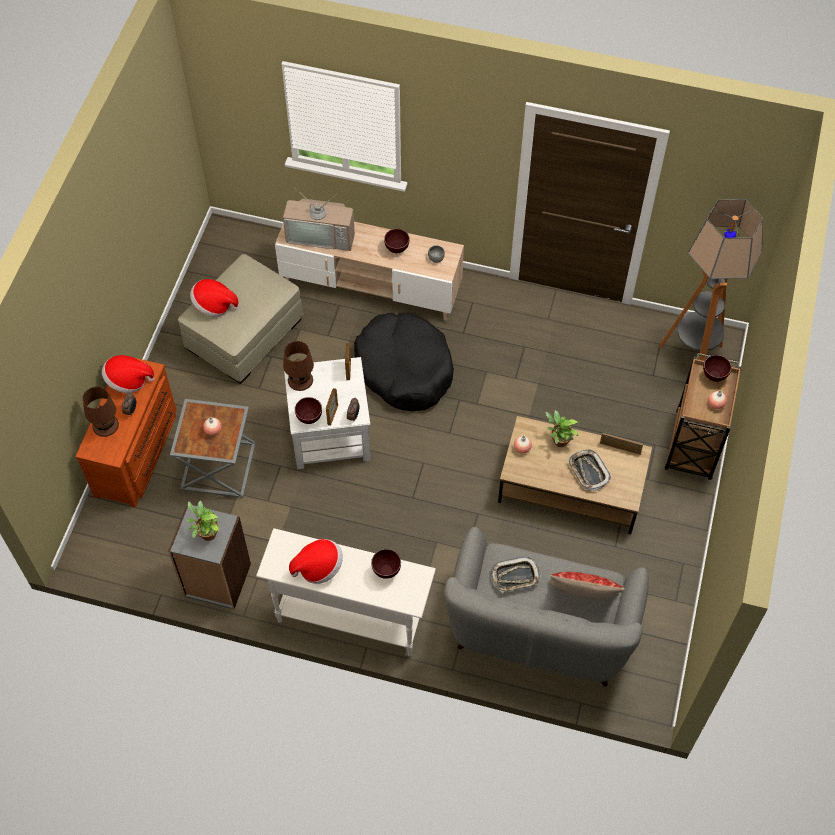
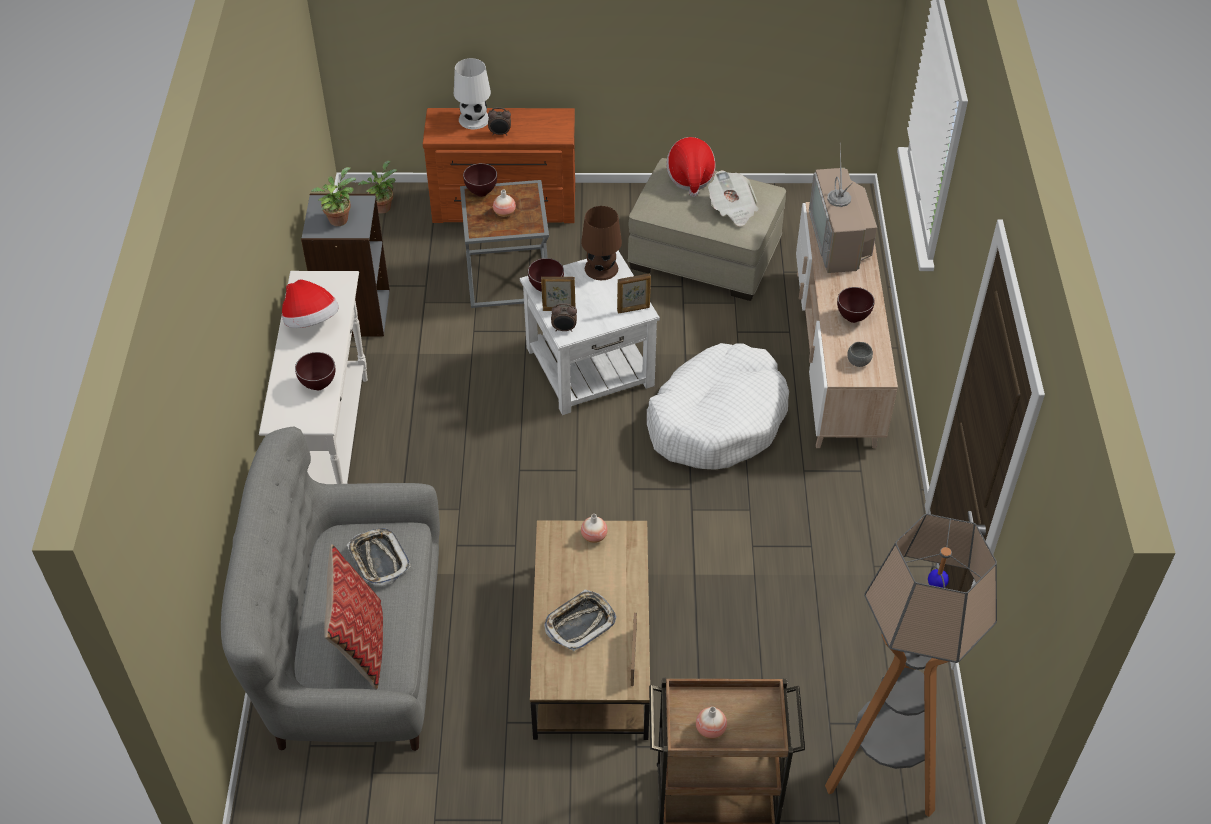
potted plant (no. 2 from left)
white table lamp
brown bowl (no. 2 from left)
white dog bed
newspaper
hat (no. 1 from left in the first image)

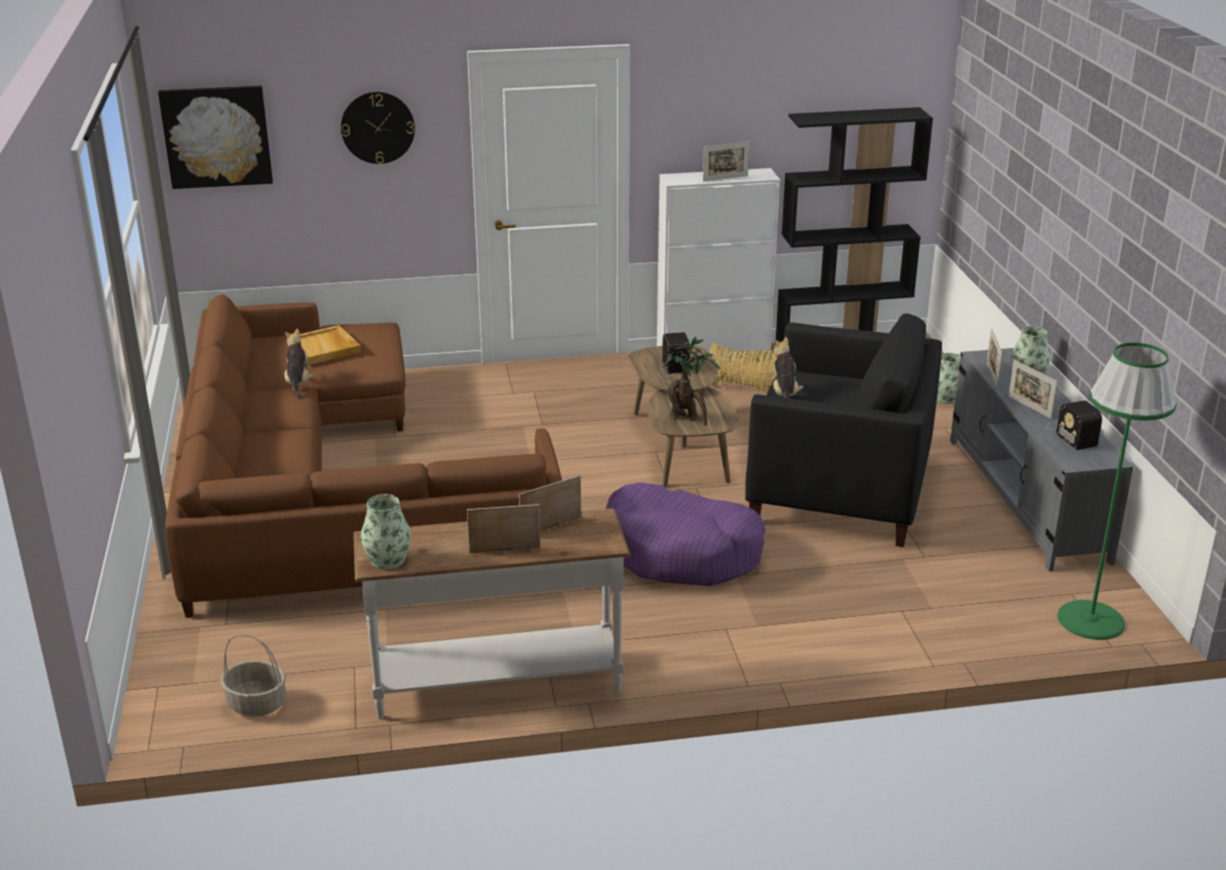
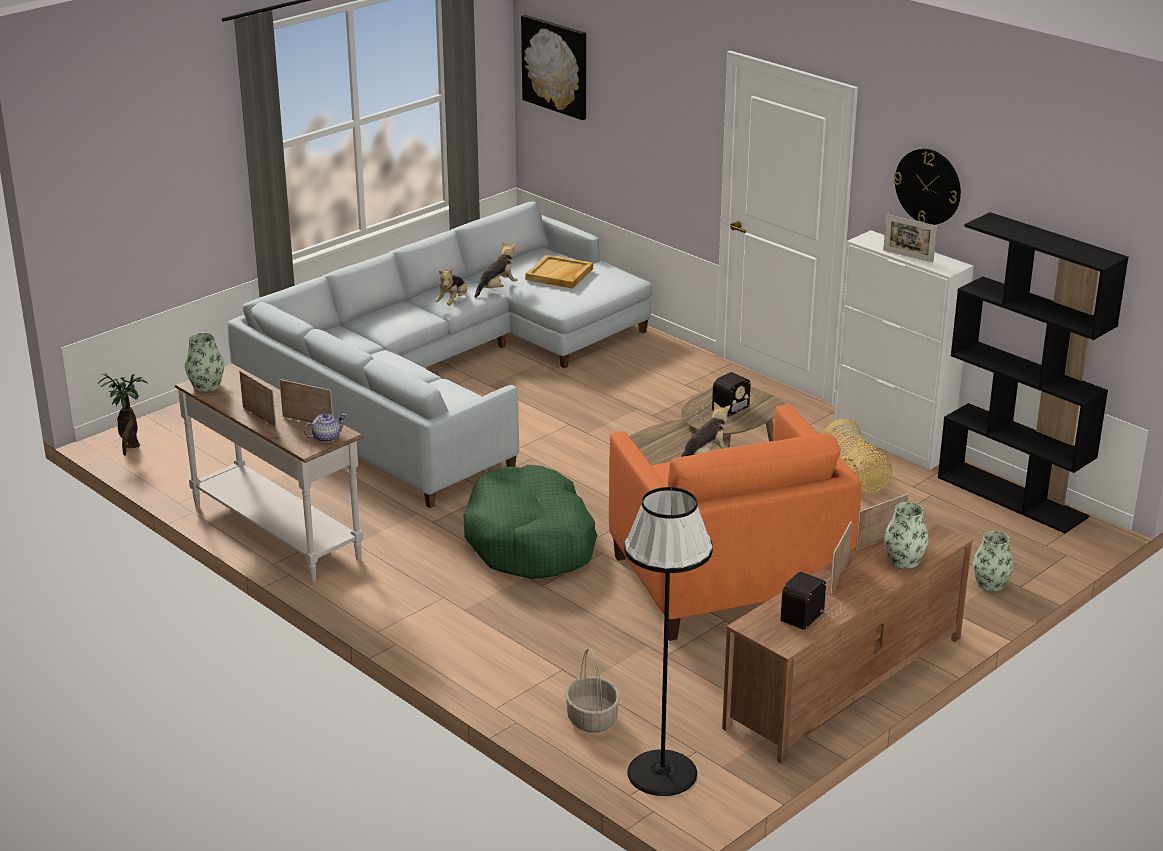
potted plant
grey sofa
teapot
plush toy (no. 1 from left)
green dog bed
basket (no. 1 from left)
orange armchair
black floor lamp
brown tv stand
wall clock

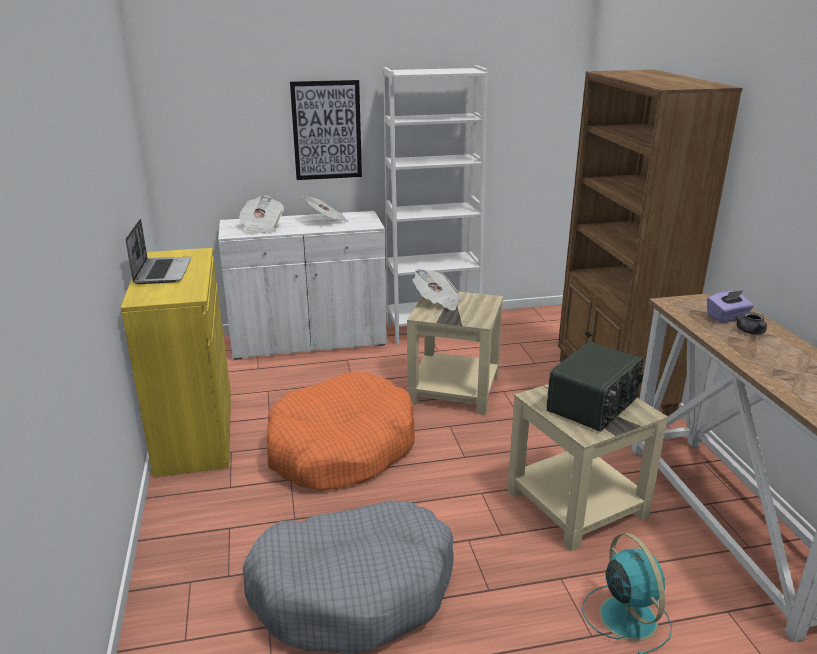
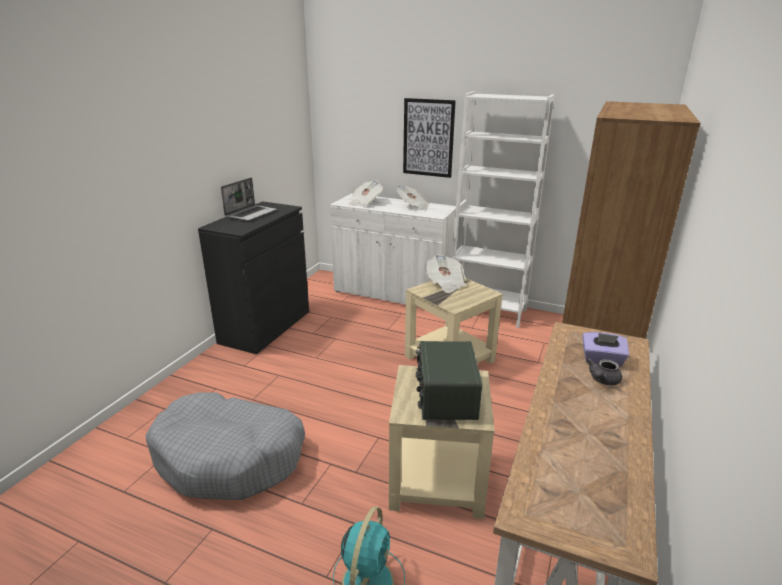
black cabinet
radio
orange dog bed

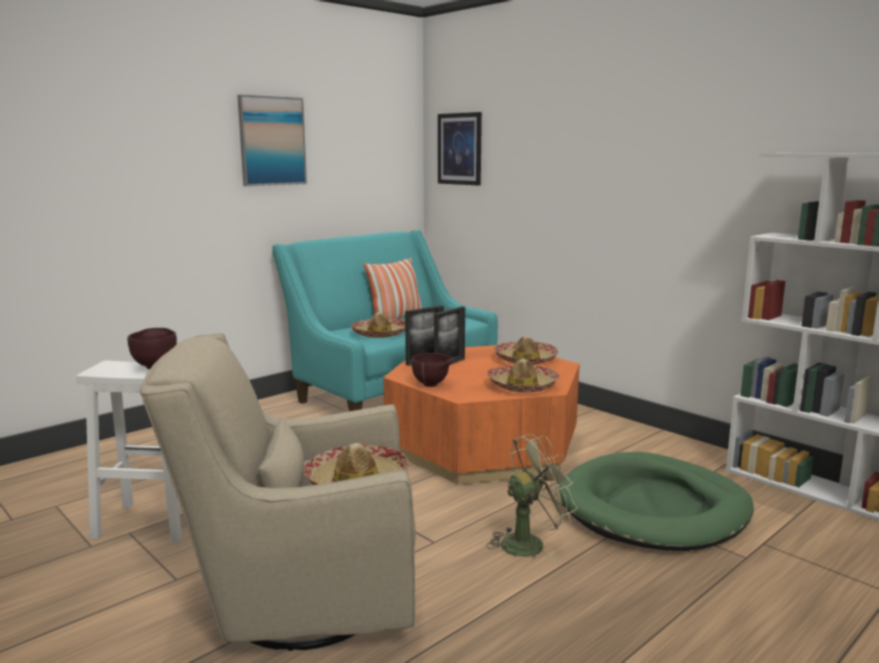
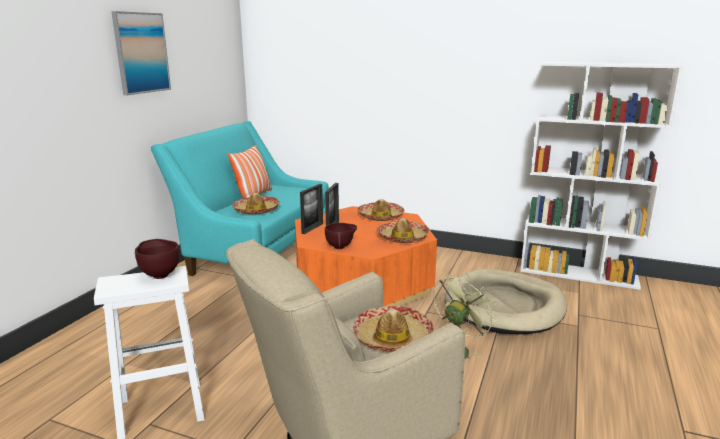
beige dog bed
picture (no. 2 from left in the first image)

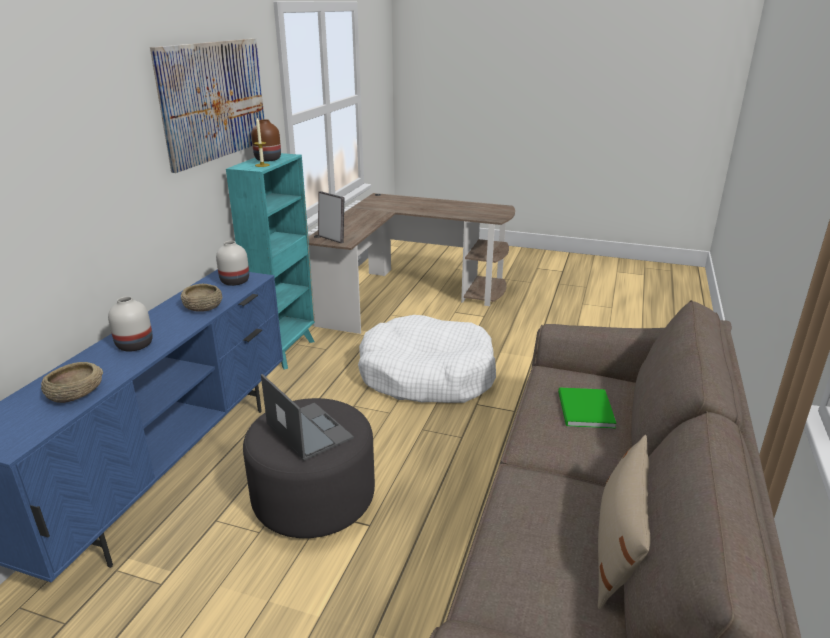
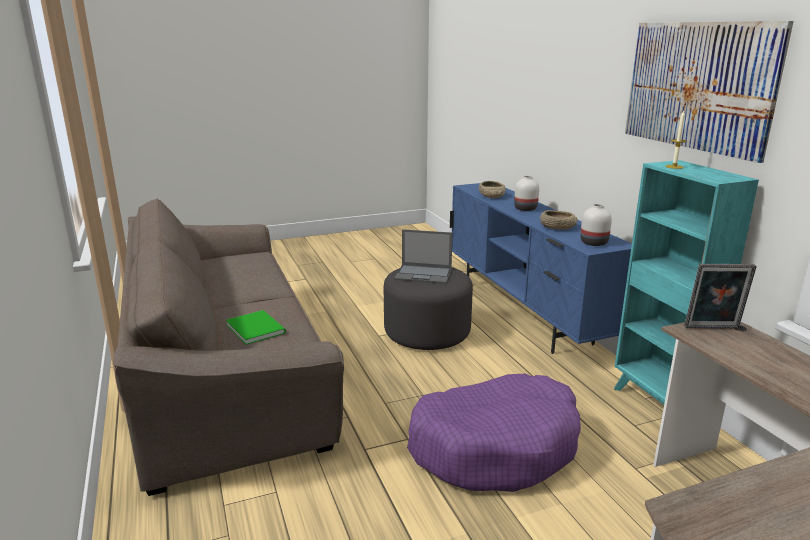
purple dog bed
brown vase
beige pillow

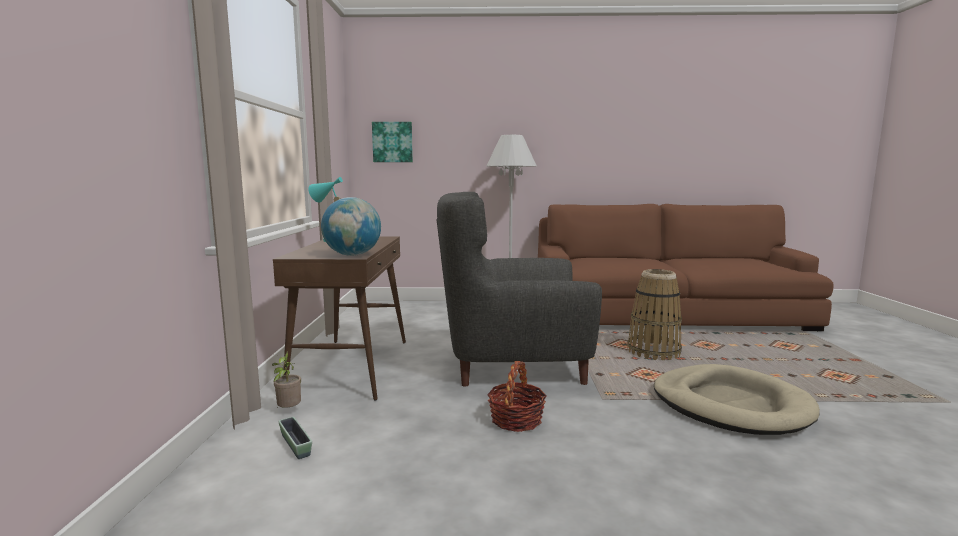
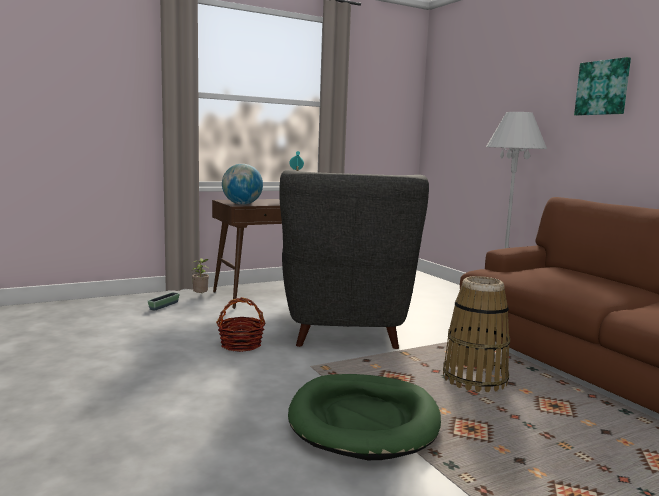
grey armchair
green dog bed
picture

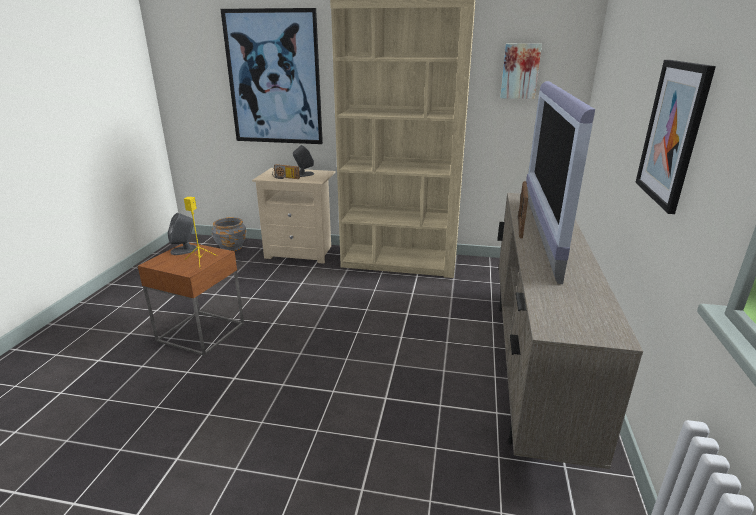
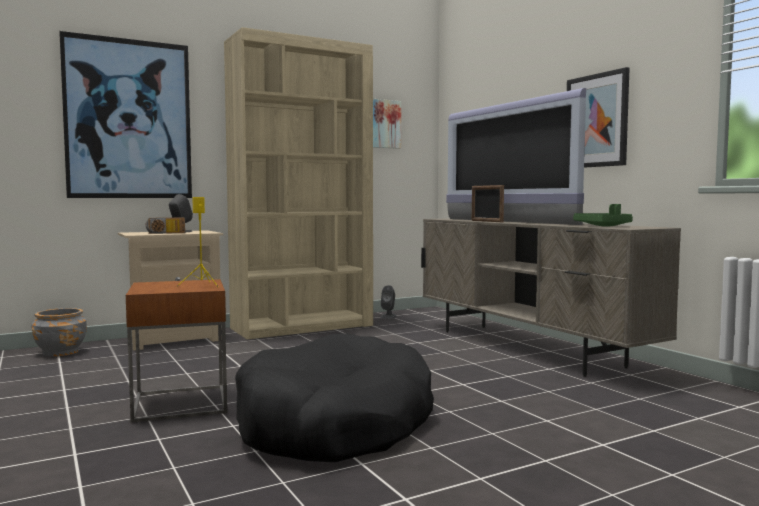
black dog bed
grey speaker (no. 2 from left)
green tray

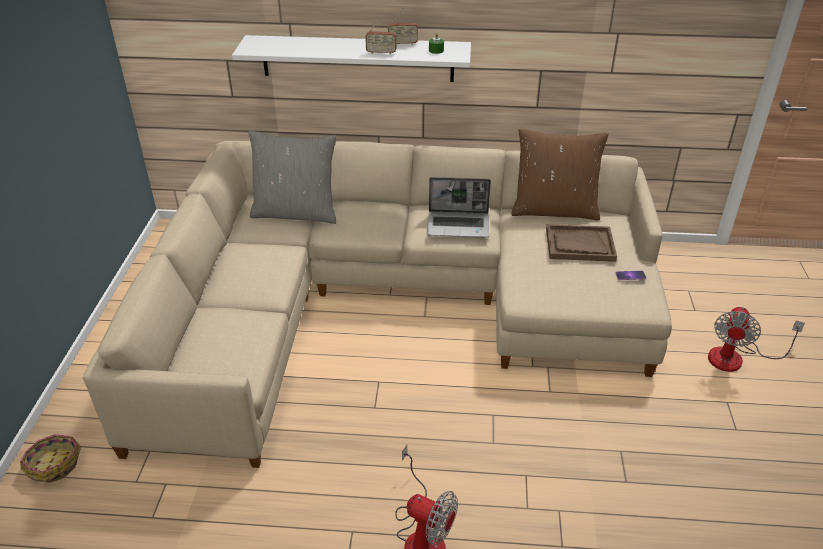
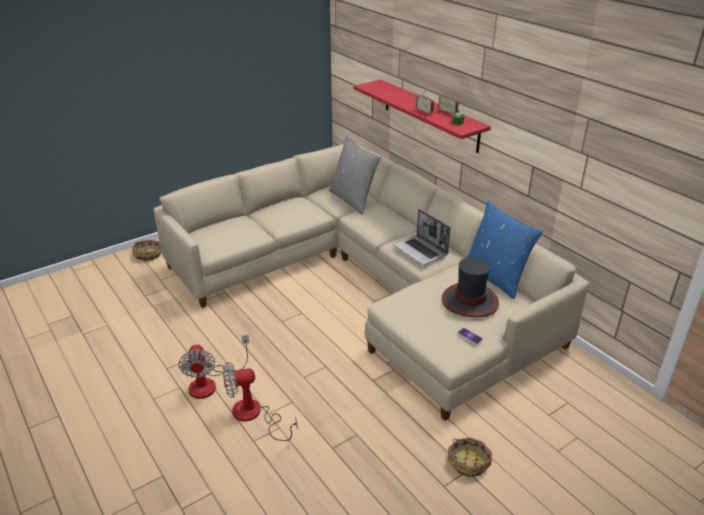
fan (no. 2 from left)
red shelf
hat
basket (no. 2 from left)
blue pillow

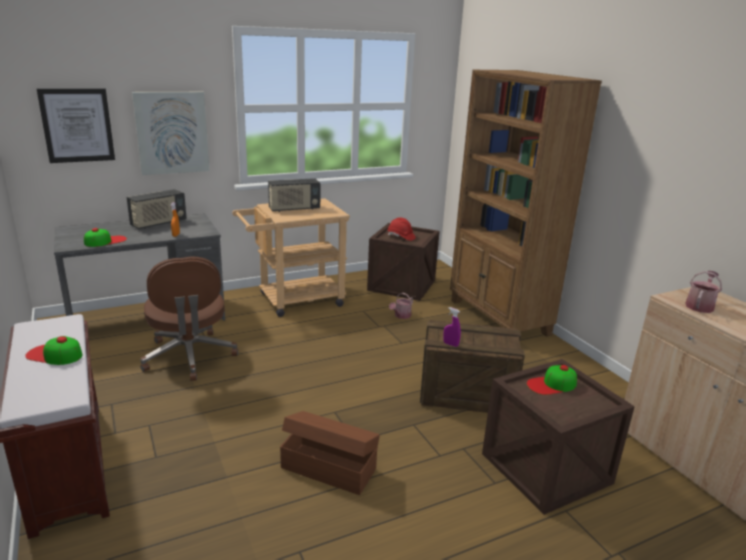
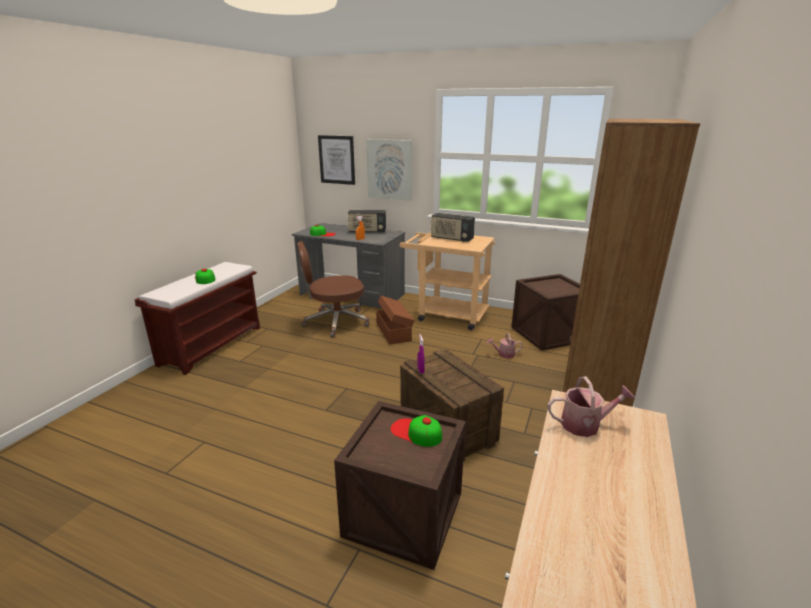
brown office chair
brown storage box
red hard hat

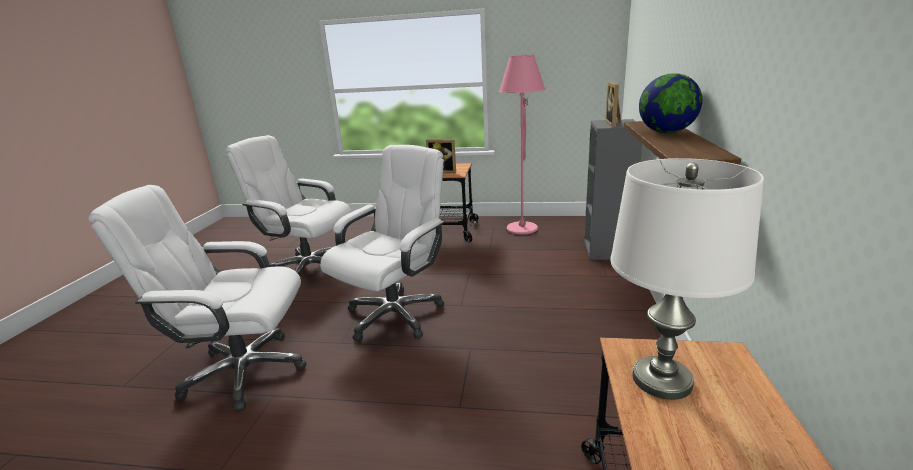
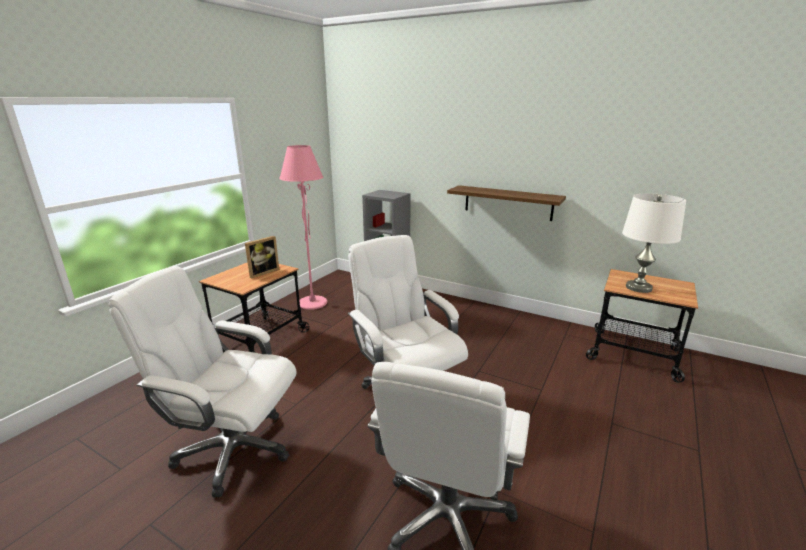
white office chair (no. 1 from left)
picture frame (no. 2 from left in the first image)
globe

